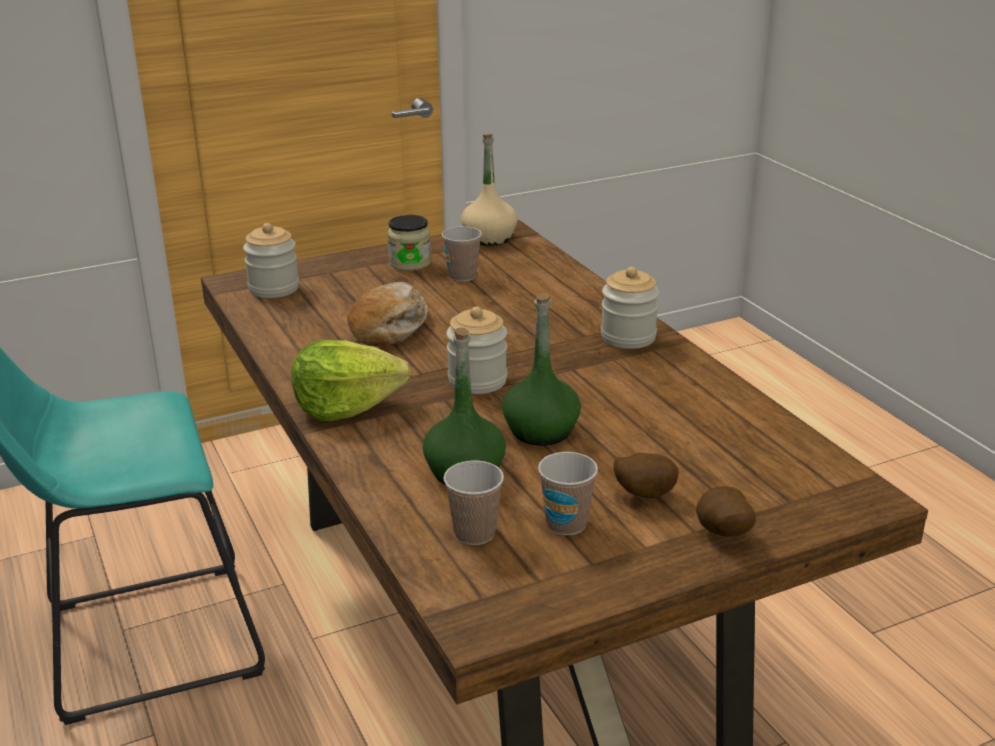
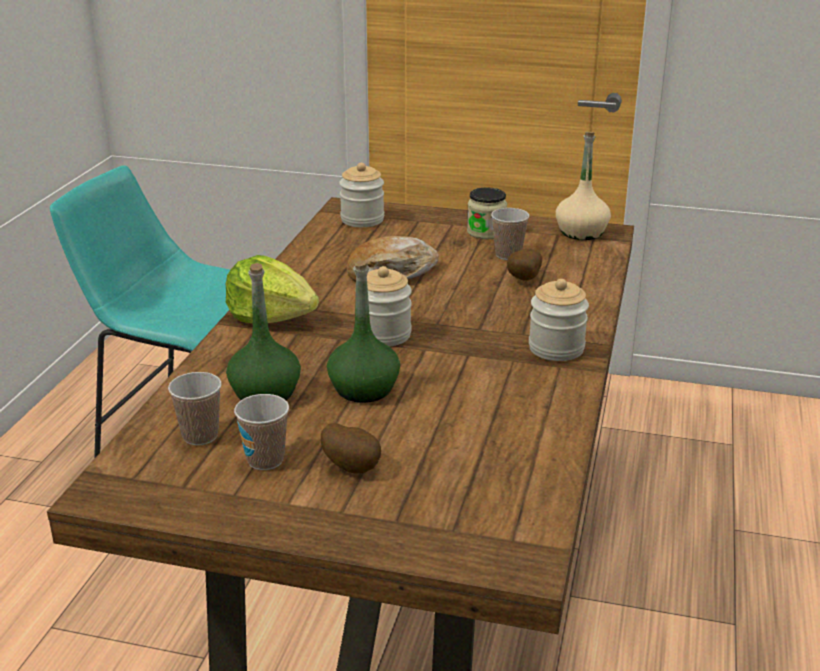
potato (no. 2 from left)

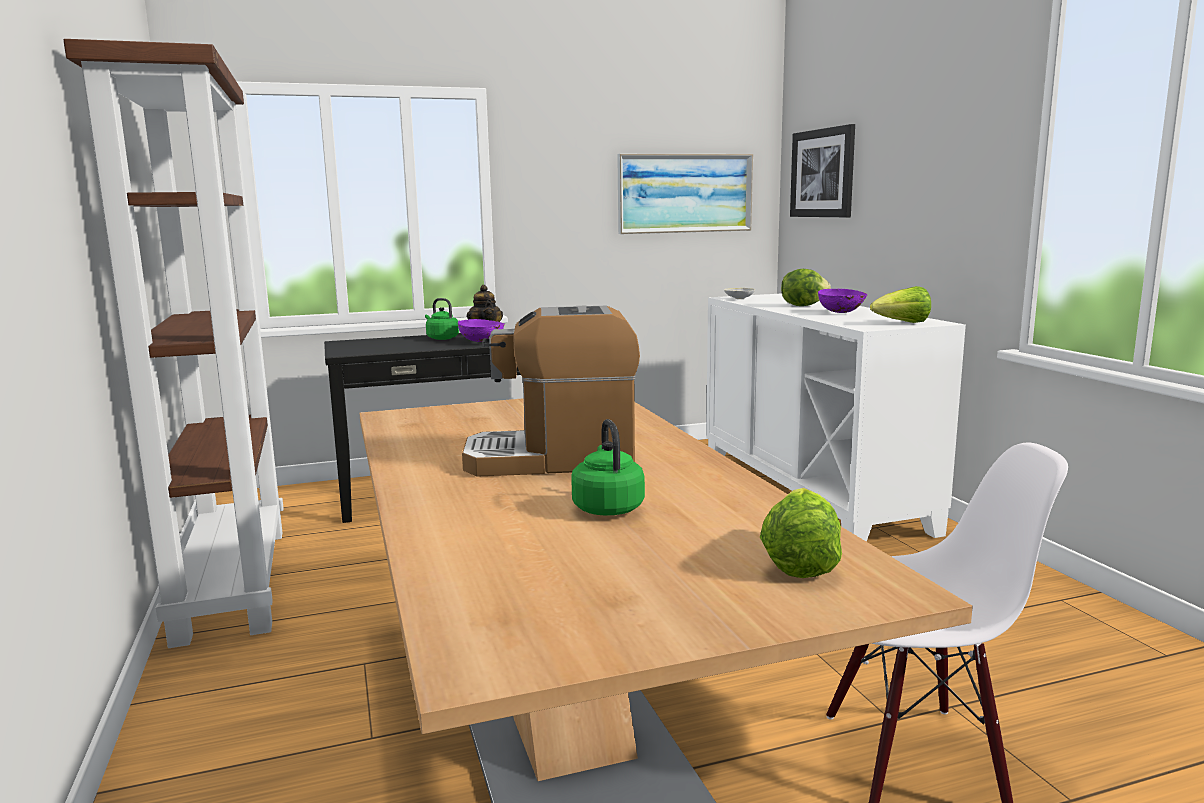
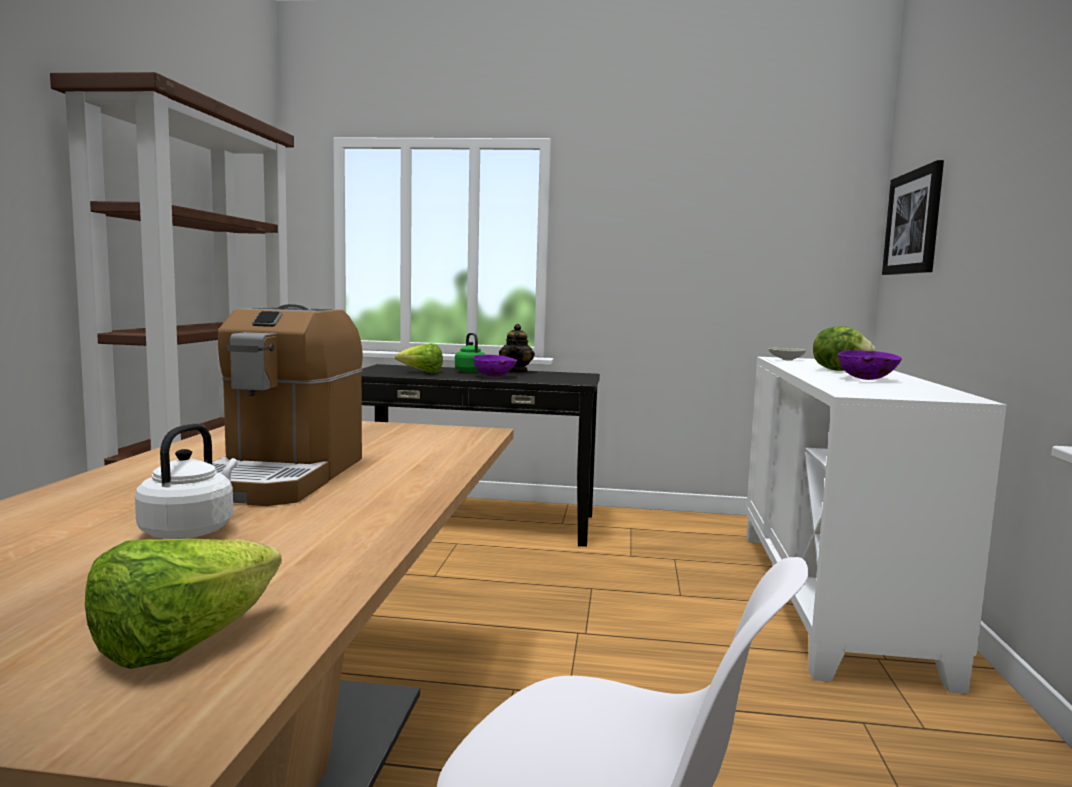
white kettle
coffee machine
lettuce (no. 2 from left)
picture (no. 1 from left in the first image)

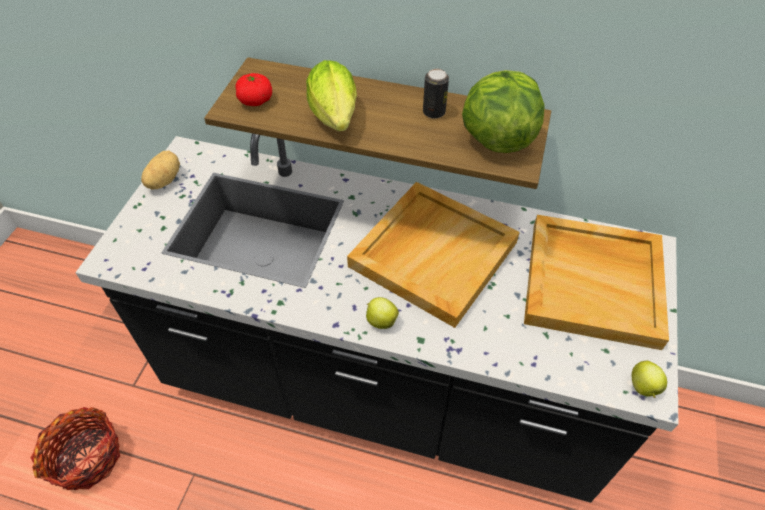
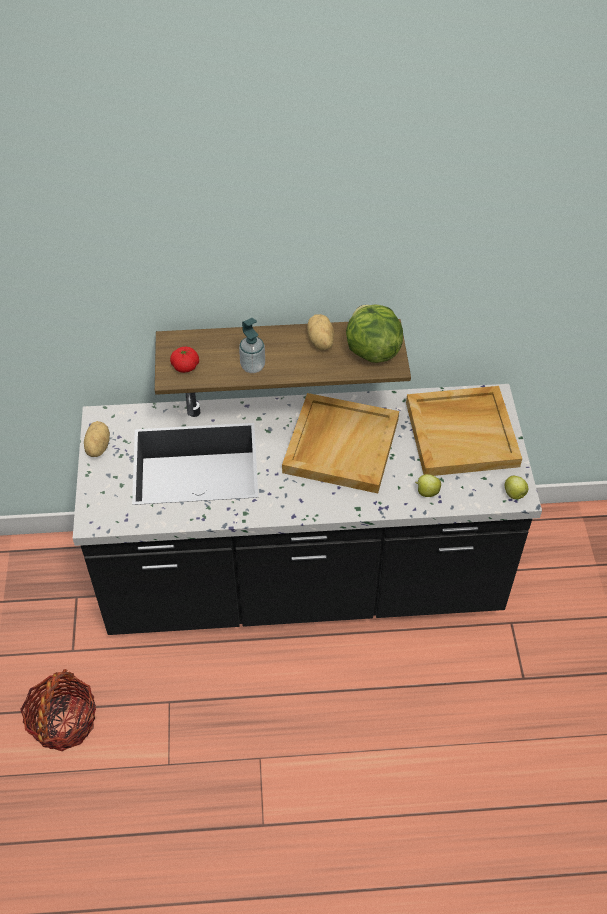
soap dispenser
potato (no. 2 from left)
apple (no. 1 from left)

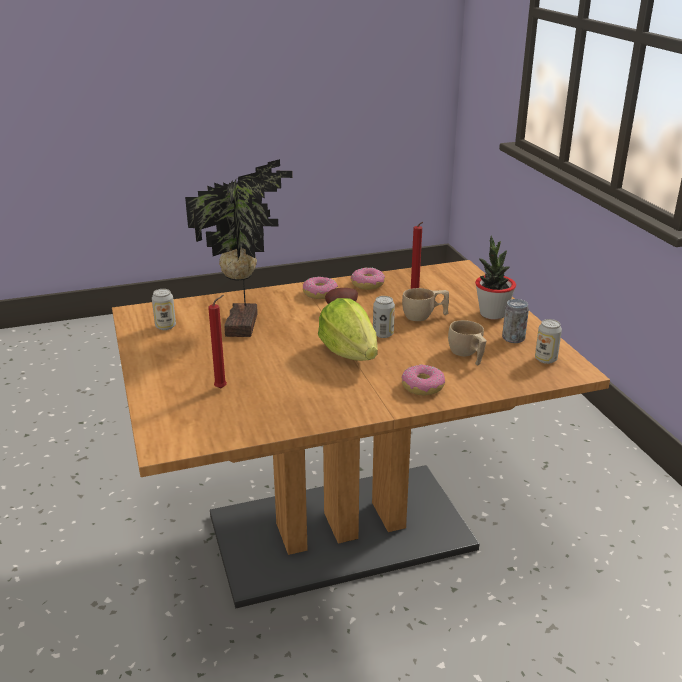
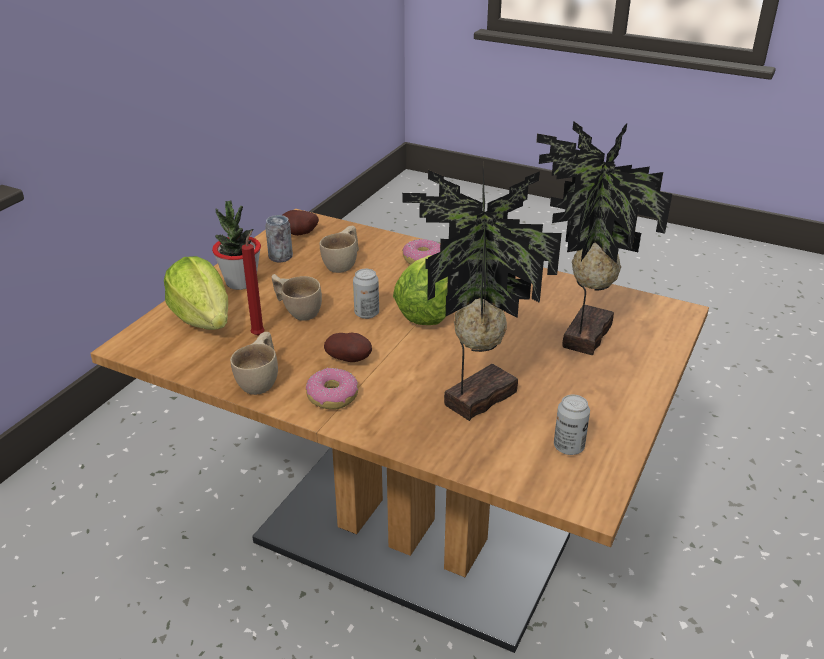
lettuce (no. 1 from left)
beige cup (no. 1 from left)
potato (no. 1 from left)
potted plant (no. 3 from left)

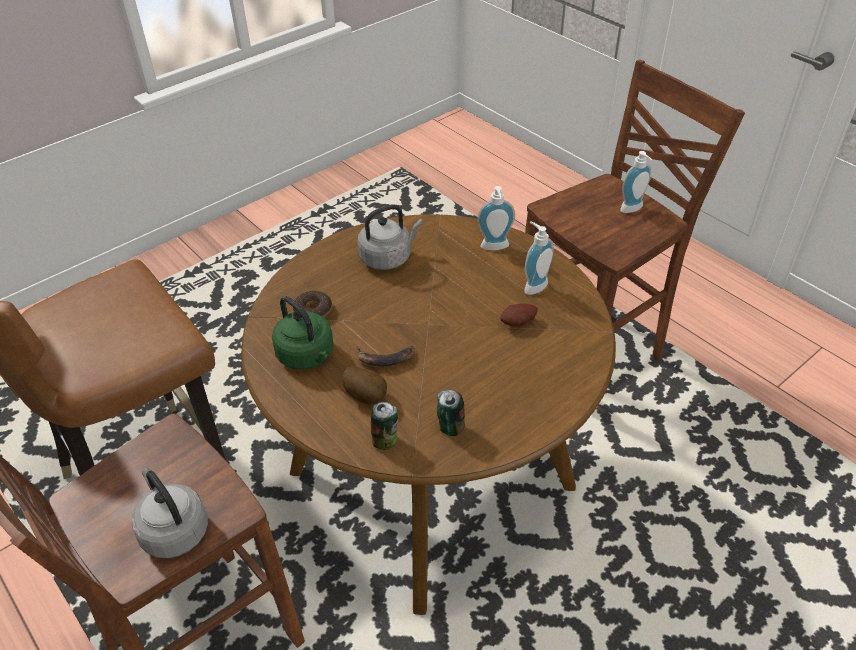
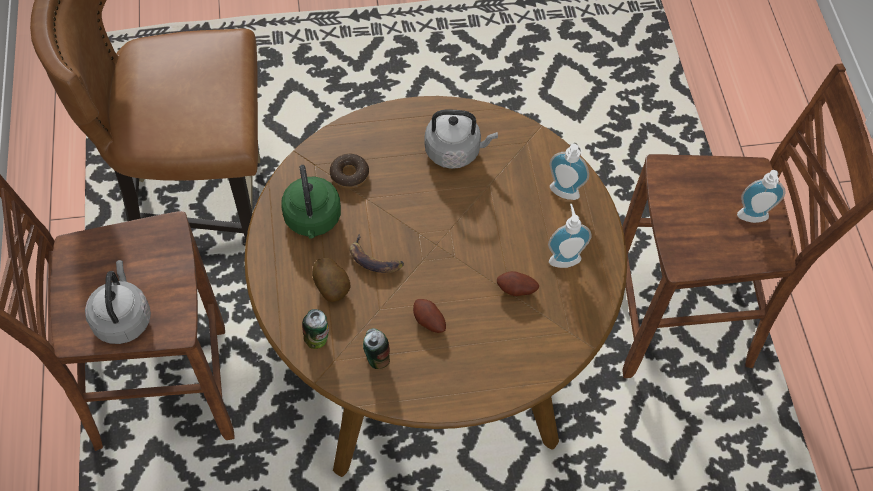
potato (no. 2 from left)

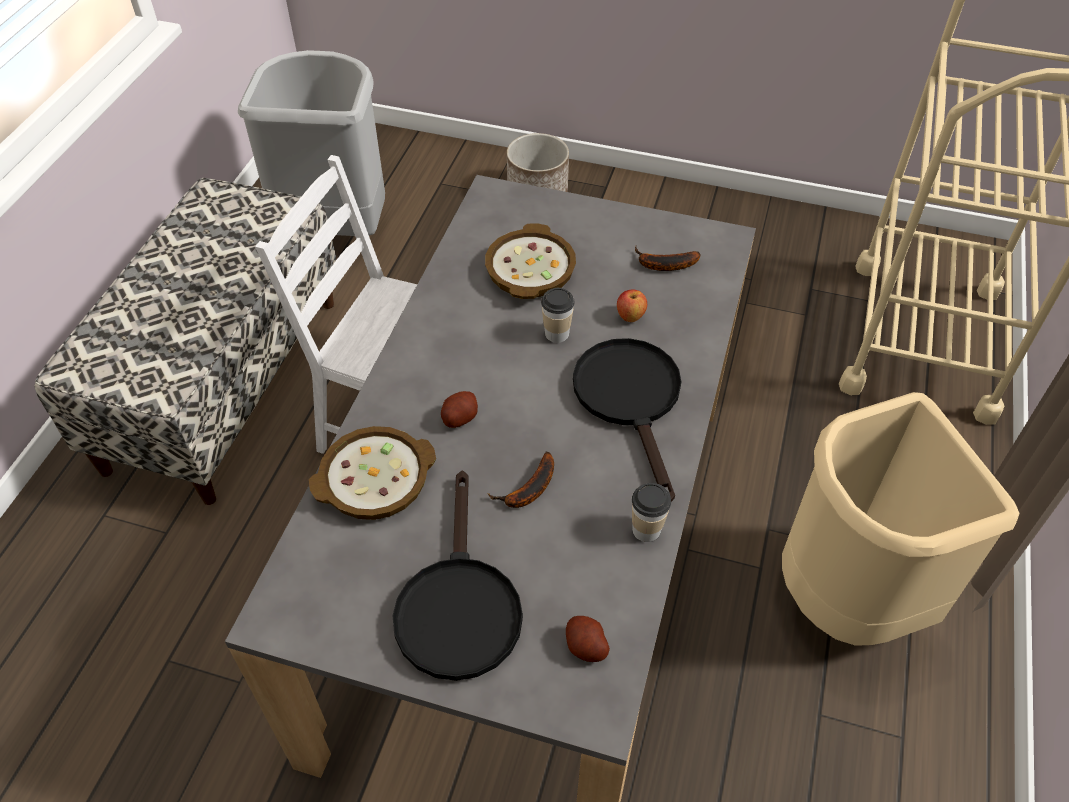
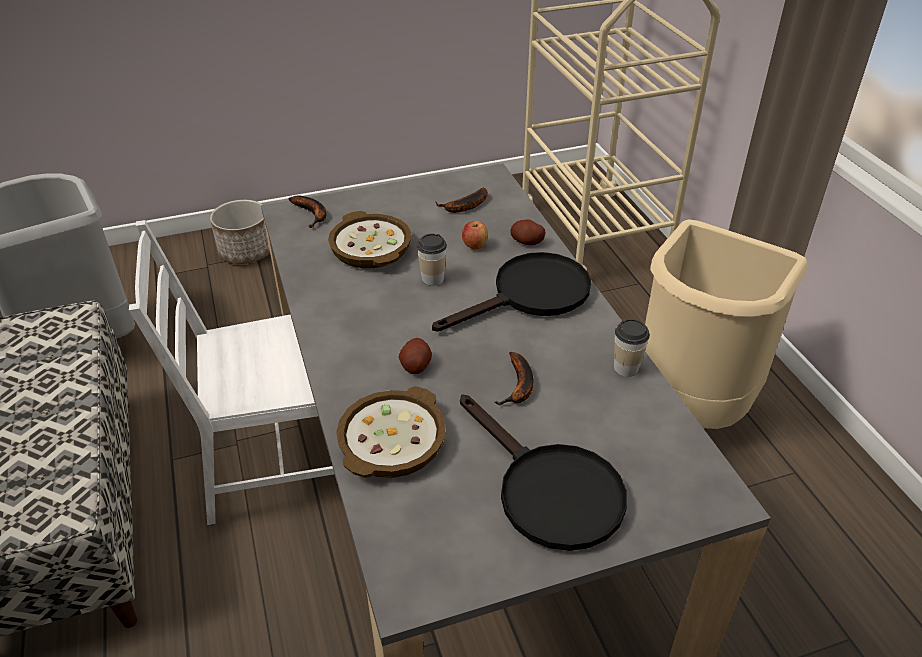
banana (no. 1 from left)
black frying pan (no. 1 from left)
potato (no. 2 from left)

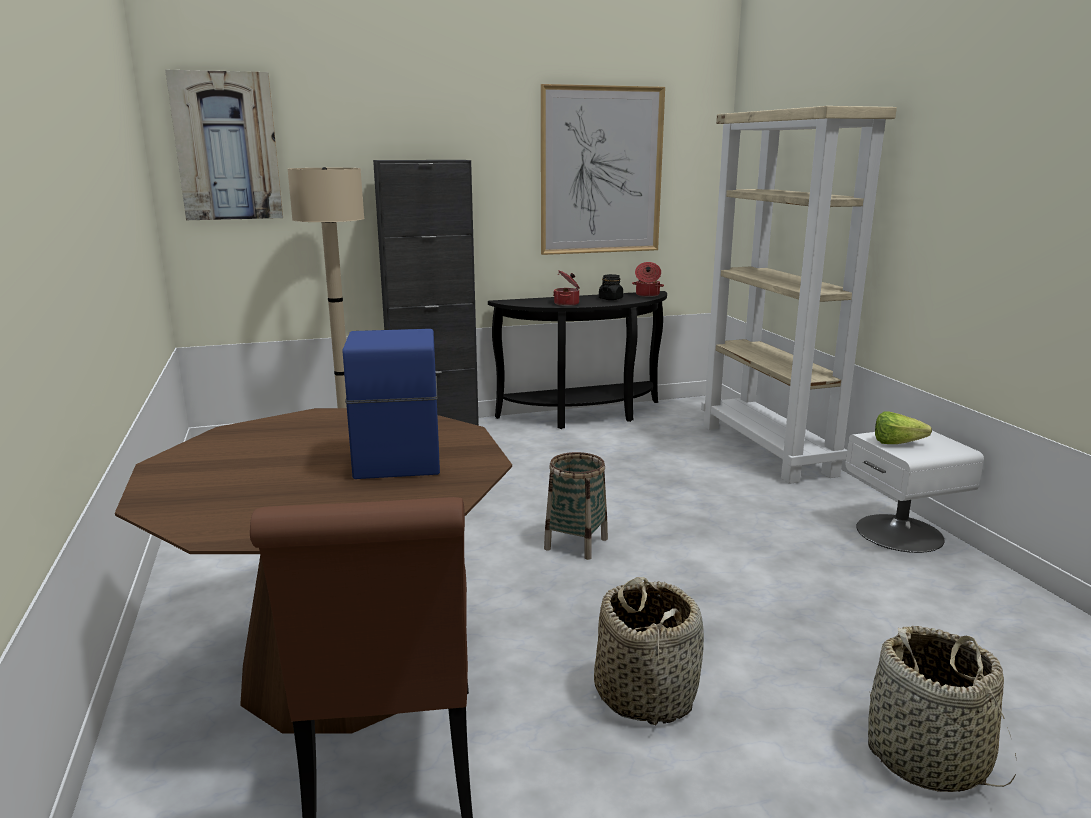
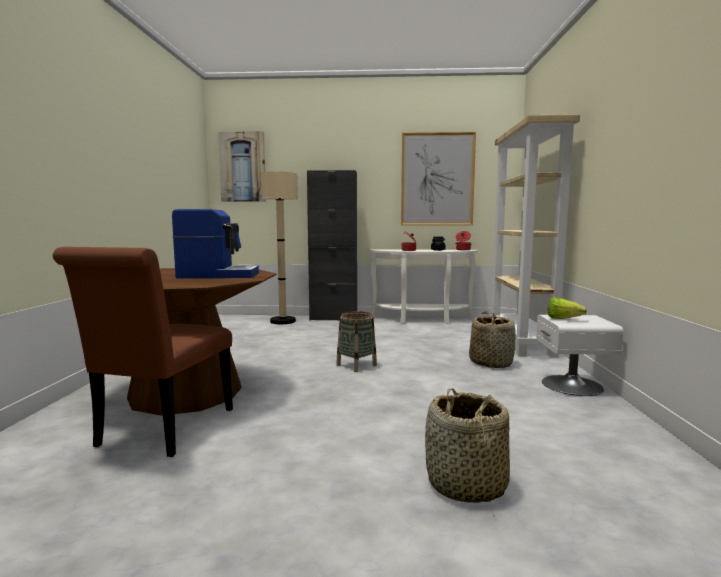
coffee machine
white console table
basket (no. 3 from left)

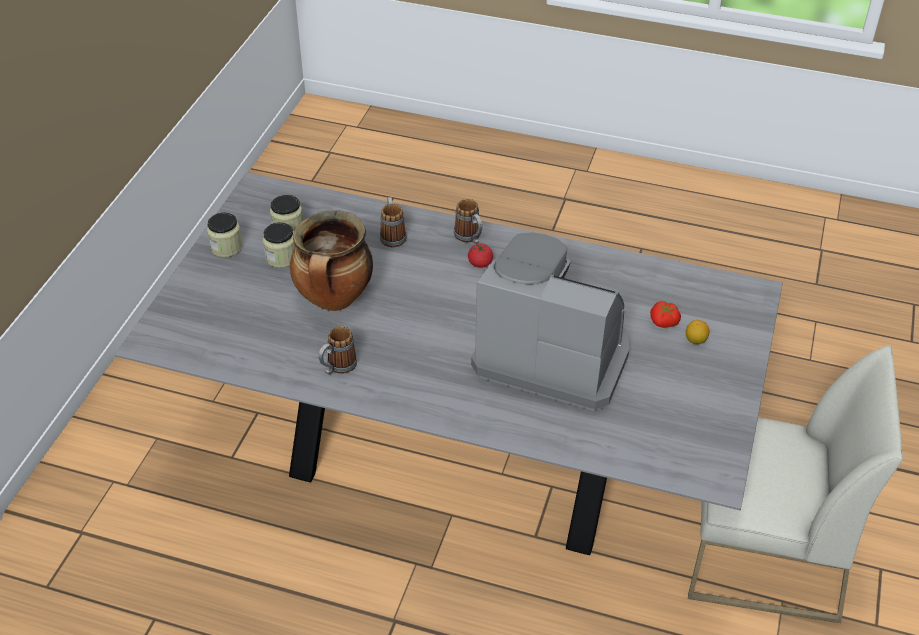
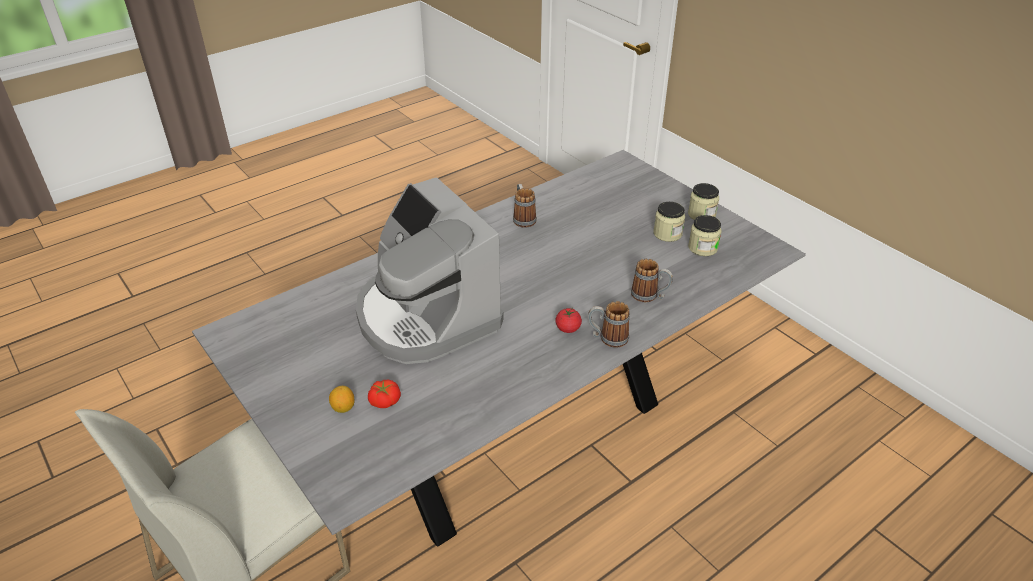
coffee machine
cooking pot

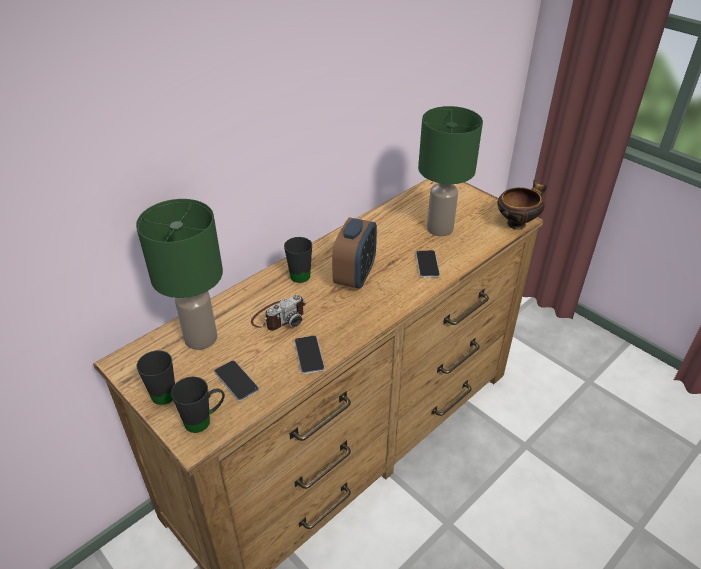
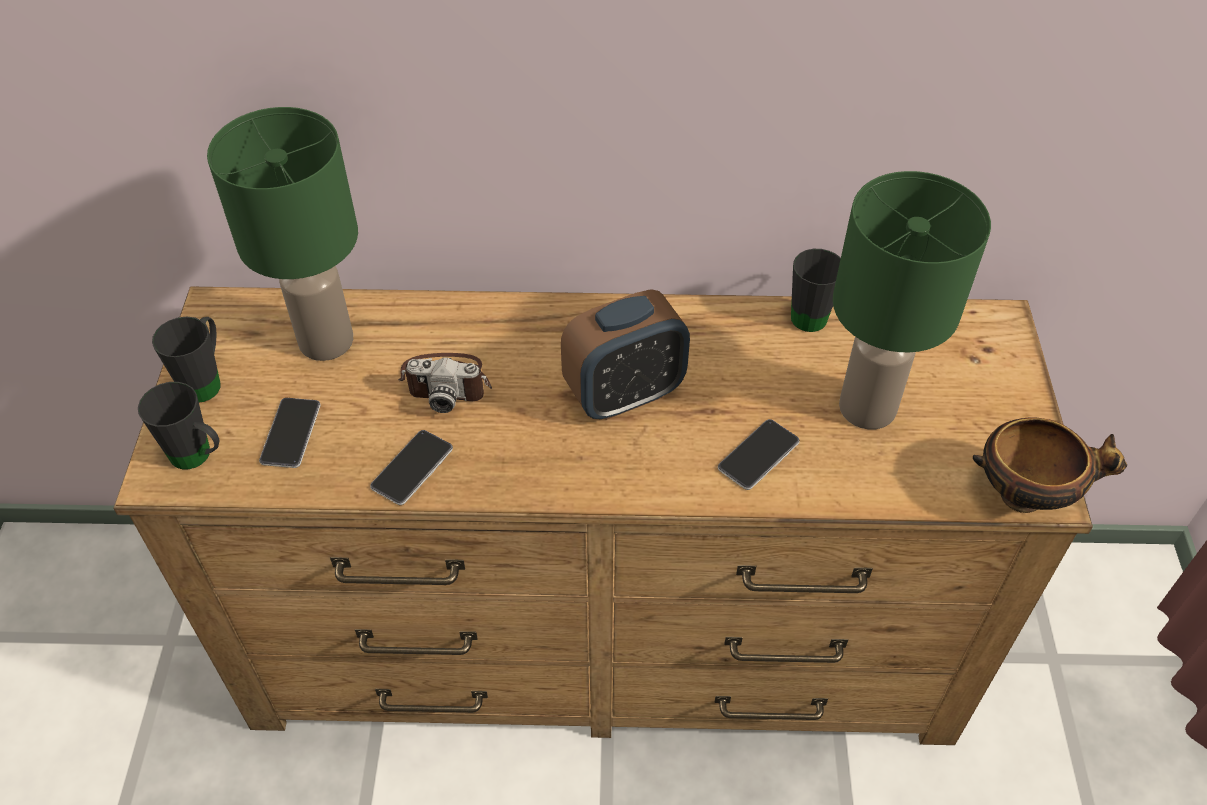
black mug (no. 3 from left)

